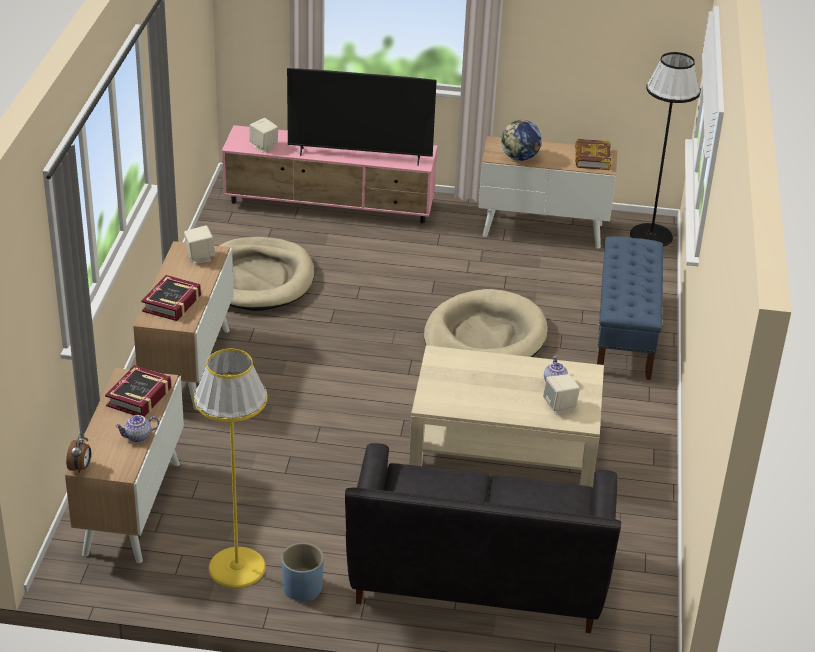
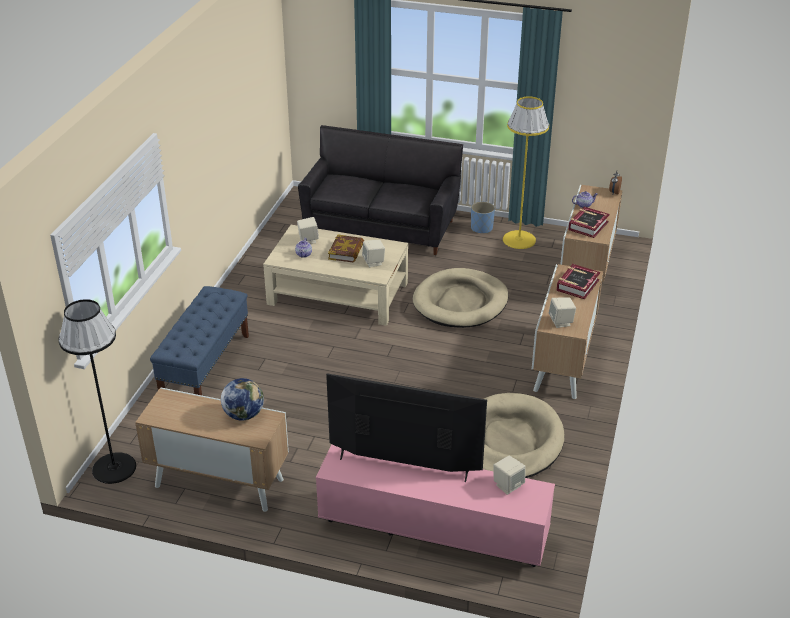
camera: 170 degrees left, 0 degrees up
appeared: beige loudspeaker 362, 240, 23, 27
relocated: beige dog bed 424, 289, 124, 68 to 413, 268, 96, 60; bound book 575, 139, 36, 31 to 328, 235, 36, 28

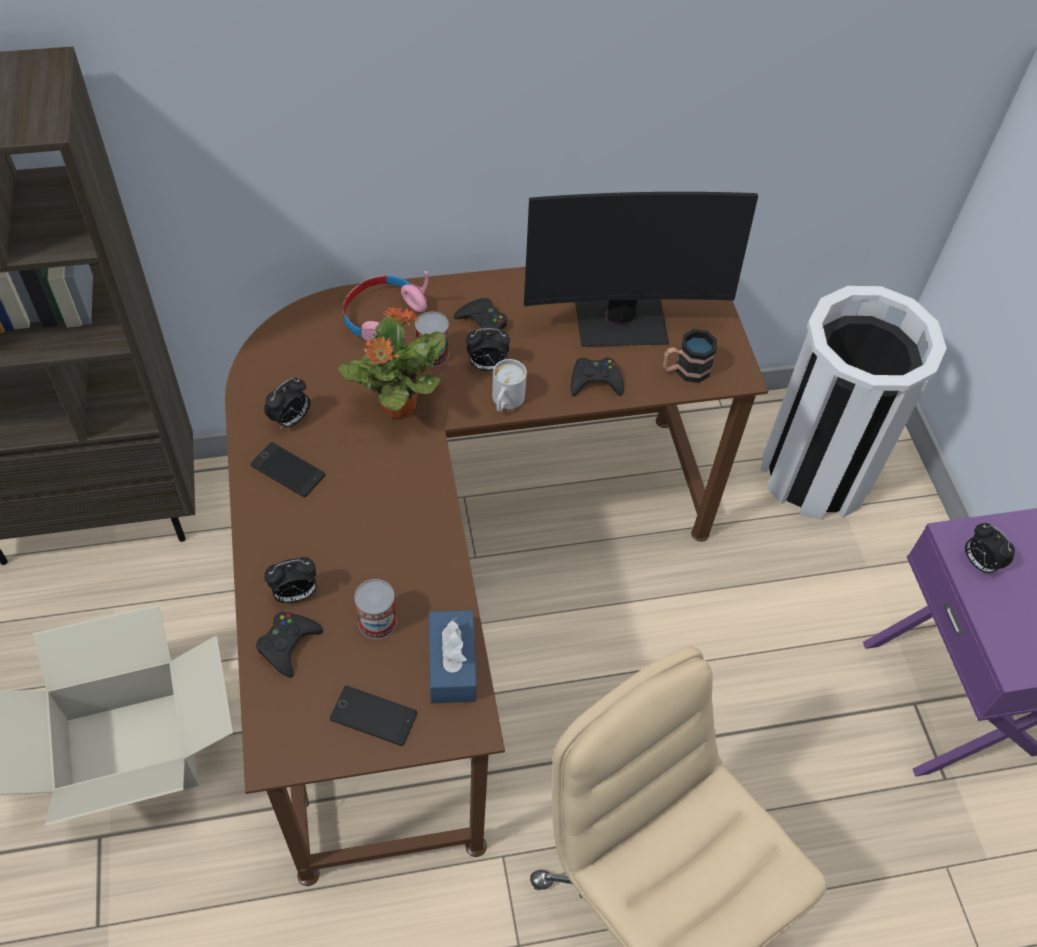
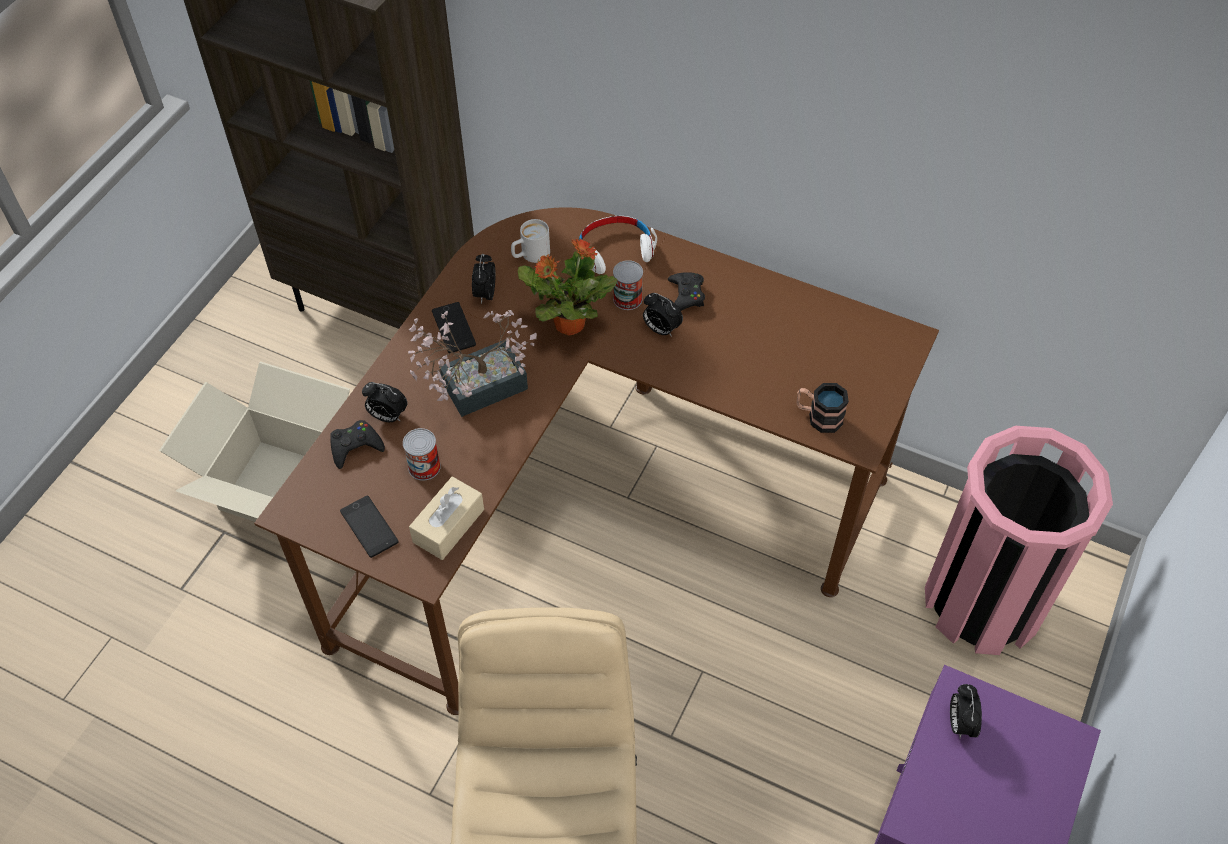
camera: 40 degrees right, 0 degrees up
missing: computer screen 524, 192, 234, 155; blackish gamepad 570, 358, 54, 38
appeared: potted plant 408, 310, 129, 107
relocated: white-coloured tea mug 492, 359, 35, 53 to 511, 219, 39, 44
colour: pink headset 343, 271, 86, 70 to white-coloured headset 579, 216, 78, 58; blue tissue holder 429, 610, 47, 93 to beige tissue holder 409, 477, 75, 83; white-coloured trash can 761, 286, 186, 234 to pink trash can 925, 426, 188, 229
spun: table clock 264, 378, 46, 51 = 472, 254, 23, 50 105 degrees clockwise

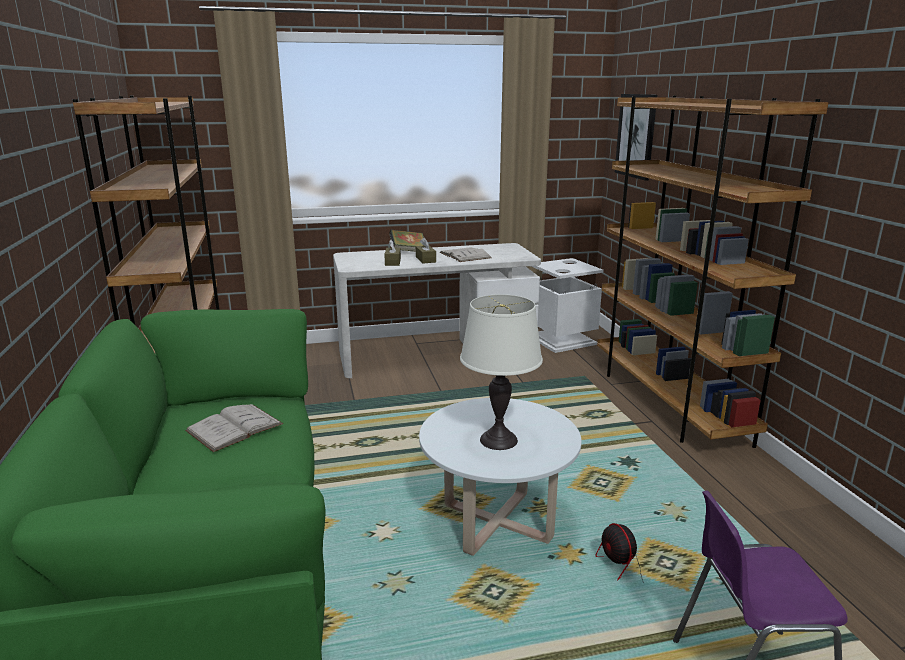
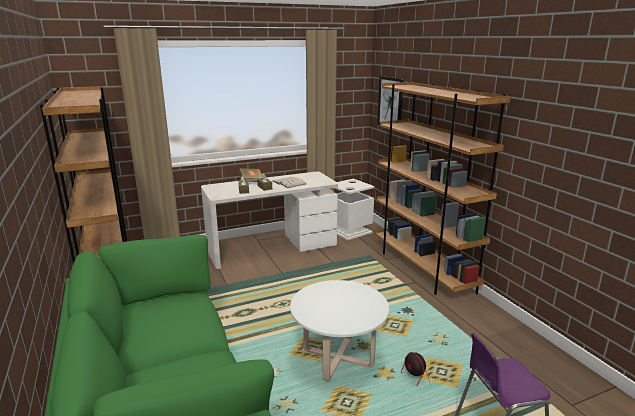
camera: 10 degrees left, 0 degrees up
missing: white-coloured bound book 185, 404, 98, 48; white-coloured lamp for a table 460, 294, 83, 156

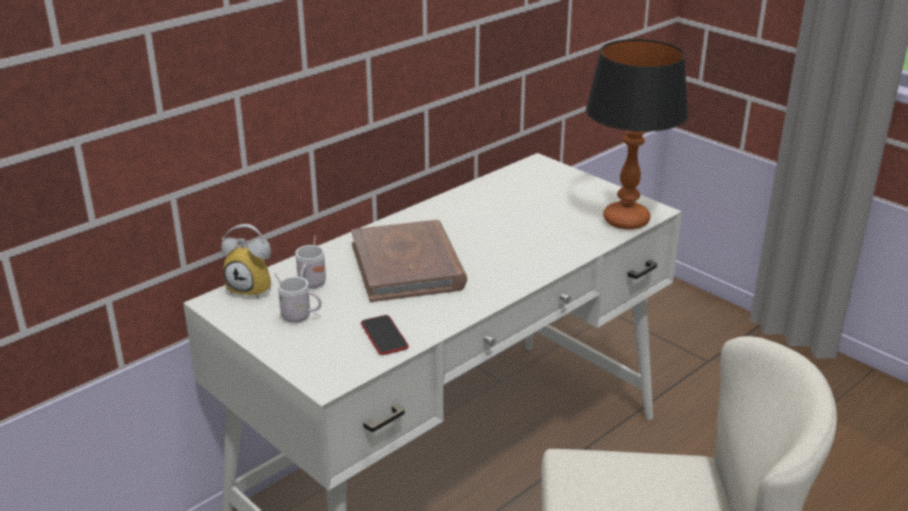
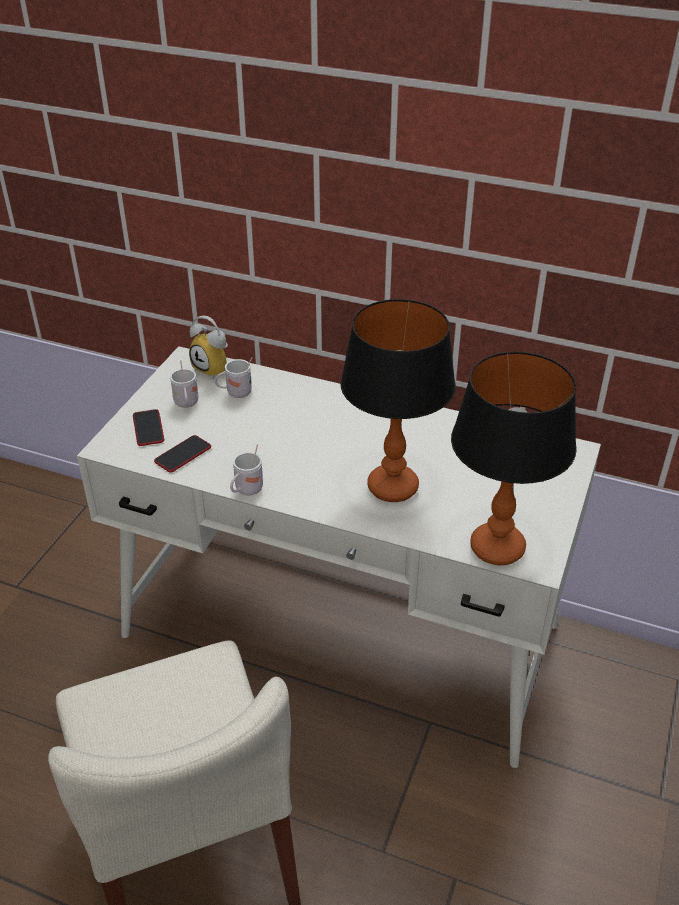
camera: 65 degrees right, 10 degrees up
missing: brownish bound book 351, 220, 116, 82
appeared: phone 133, 409, 31, 37; white-coloured tea mug 230, 444, 33, 51; lamp for a table 340, 299, 116, 203
spun: table clock 221, 224, 50, 75 = 189, 316, 39, 63 45 degrees counterclockwise

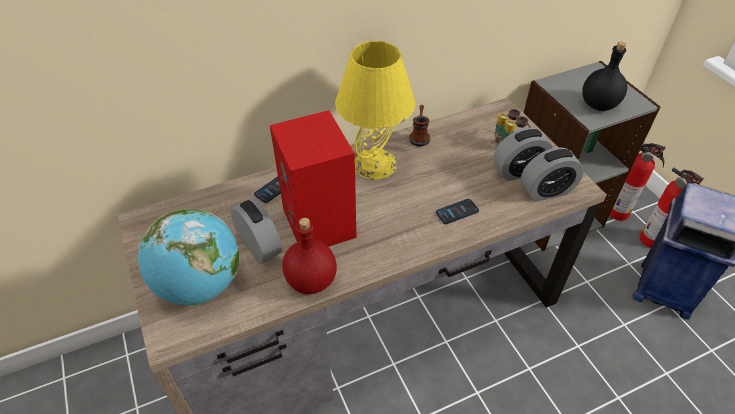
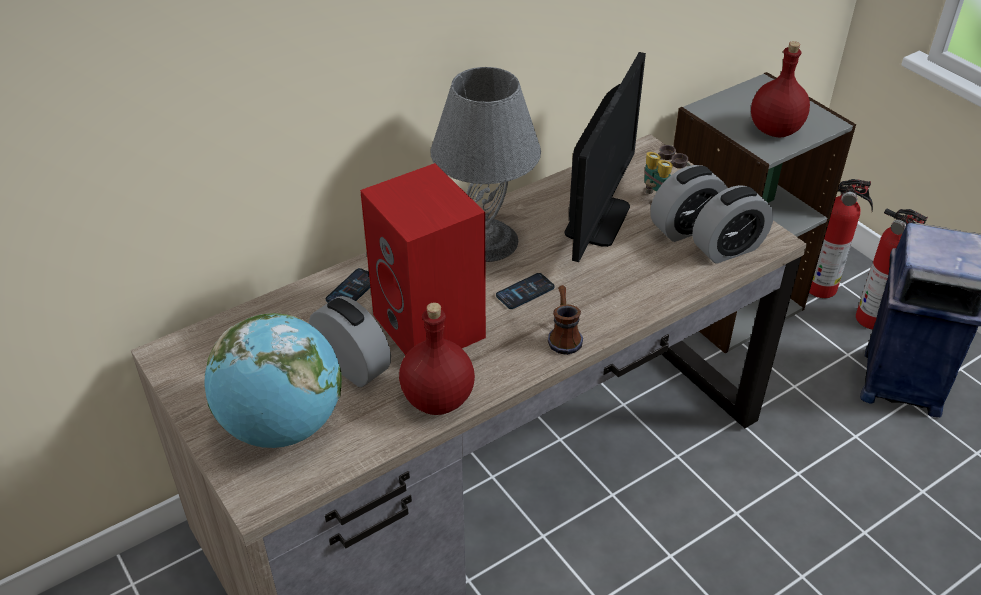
camera: 10 degrees left, 5 degrees down
appeared: computer screen 564, 52, 82, 210
relocated: tea mug 409, 105, 22, 42 to 548, 285, 35, 70; phone 436, 199, 43, 25 to 496, 273, 59, 36
colour: yellow-coloured lamp for a table 335, 41, 80, 139 to gray lamp for a table 430, 67, 111, 195; blackish beverage bottle 582, 42, 45, 69 to red-coloured beverage bottle 751, 41, 59, 96

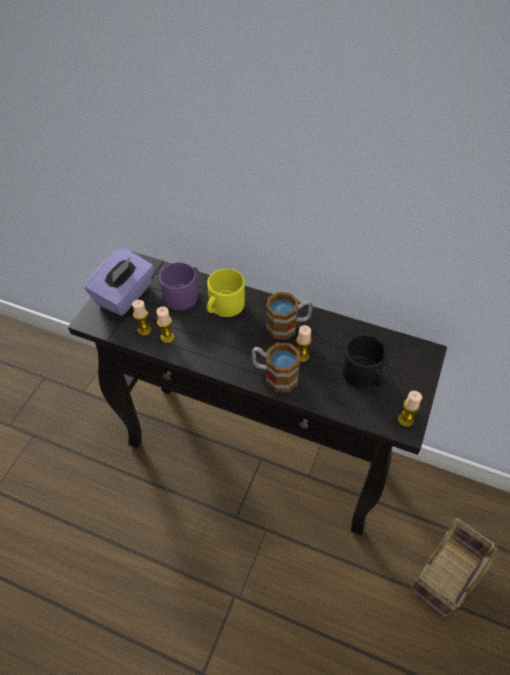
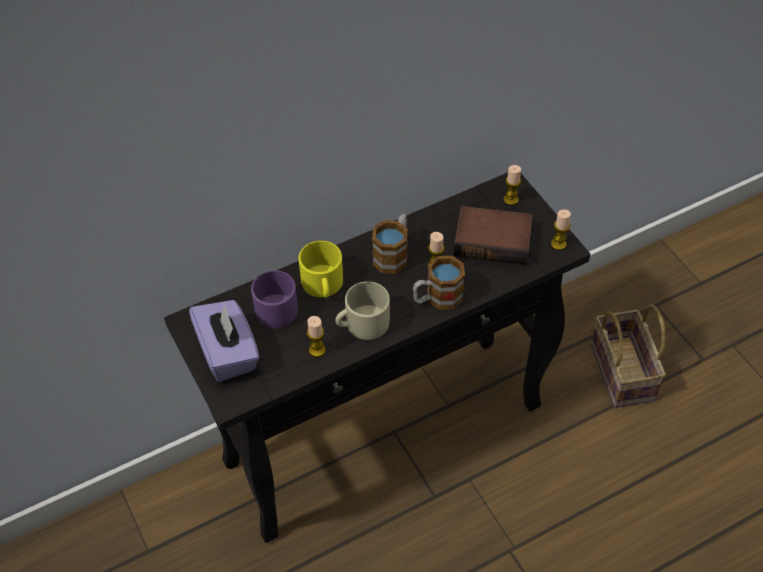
camera: 50 degrees left, 0 degrees up
appeared: beige tea mug 335, 281, 55, 59
relocated: wax candle 132, 300, 19, 36 to 504, 165, 17, 40
exchanged: blackish tea mug 342, 335, 44, 53 to bound book 454, 206, 78, 59

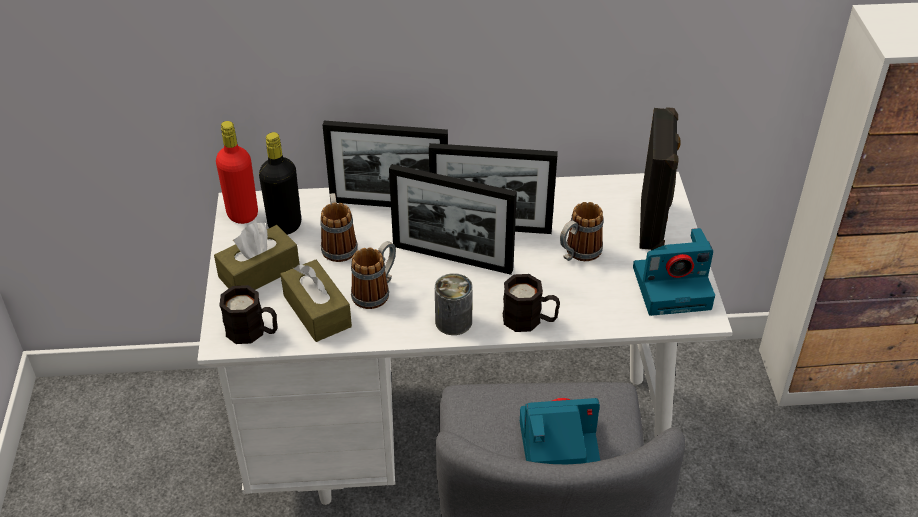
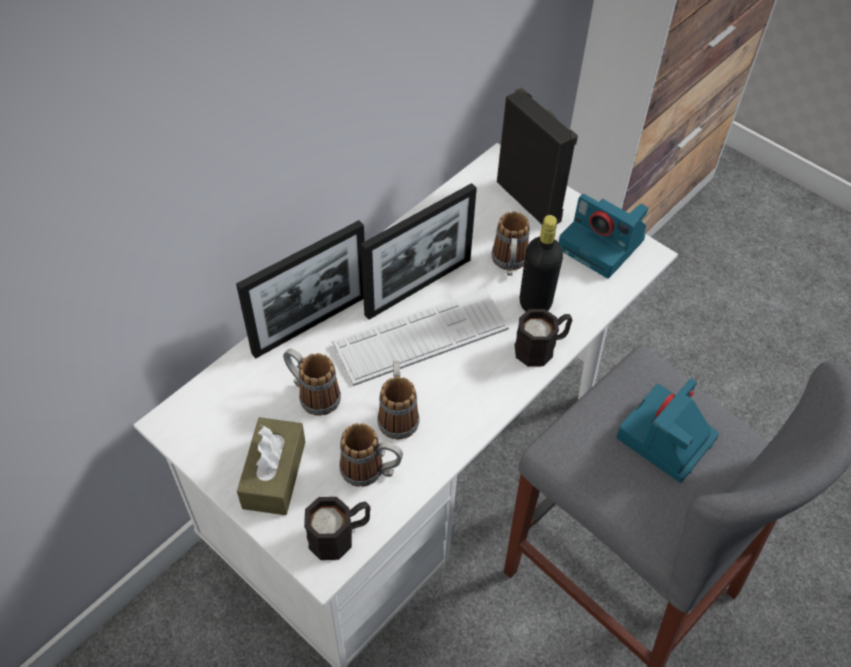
camera: 45 degrees left, 10 degrees up
missing: red-coloured beverage bottle 216, 121, 42, 103; metal can 435, 273, 38, 62
relocated: blackish beverage bottle 259, 132, 42, 103 to 519, 215, 44, 96
exchanged: brownish tissue holder 280, 260, 72, 82 to tea mug 339, 423, 64, 64; picture frame 389, 164, 128, 111 to keyboard 332, 288, 177, 98
spun: still camera 633, 228, 82, 88 = 559, 194, 89, 84 90 degrees clockwise

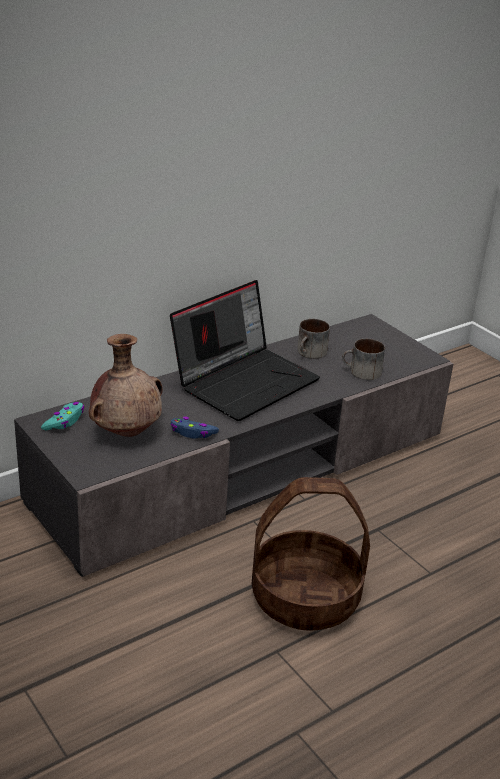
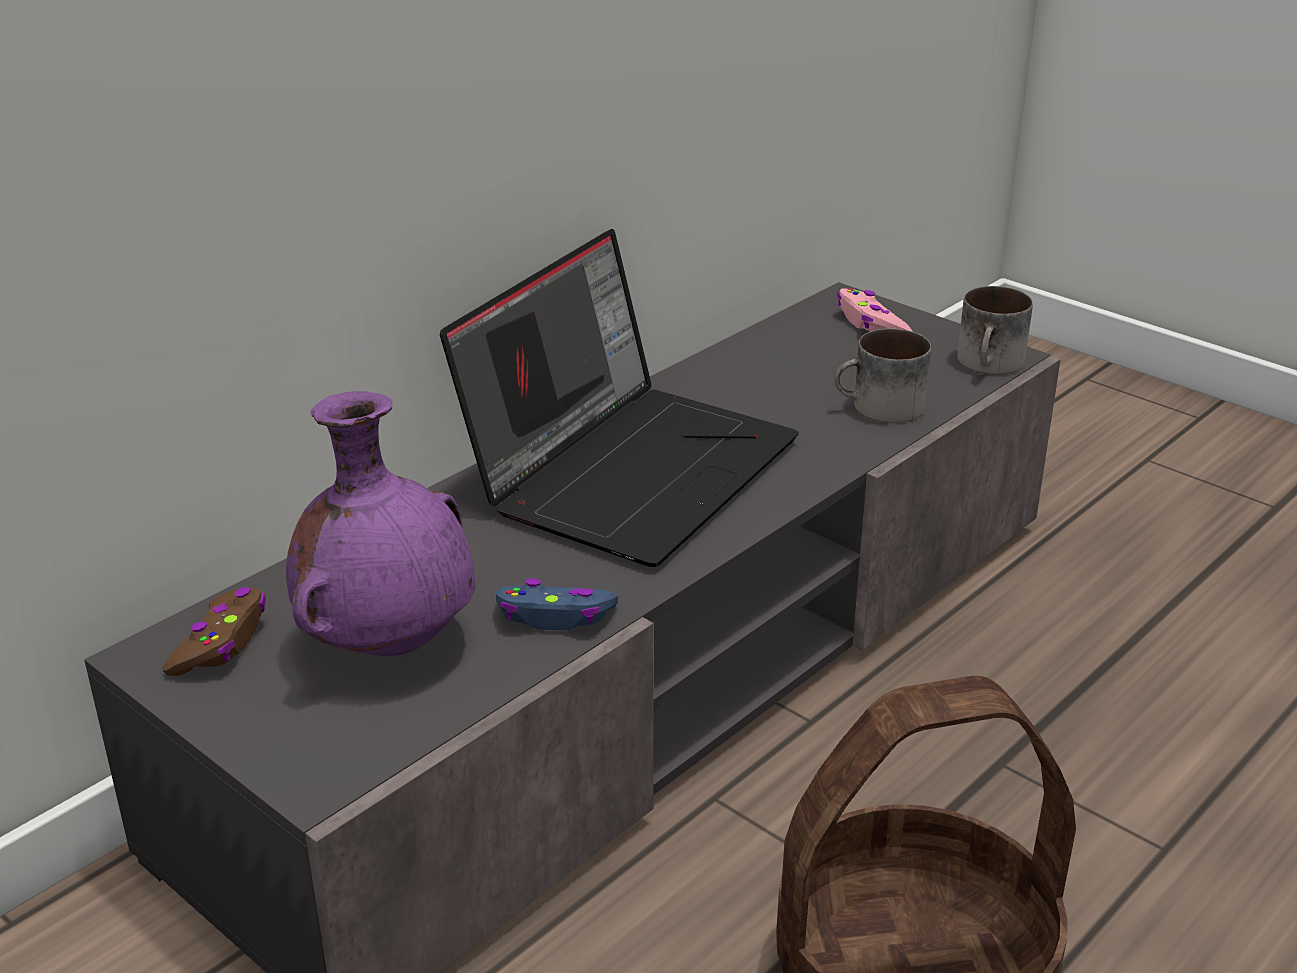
camera: 10 degrees left, 0 degrees up
appeared: pink gamepad 837, 288, 75, 43
relocated: tea mug 297, 319, 33, 40 to 957, 286, 76, 89
colour: blue-green gamepad 41, 402, 43, 28 to brownish gamepad 162, 587, 104, 89; brownish decorative vase 89, 334, 74, 103 to purplish decorative vase 286, 391, 190, 265

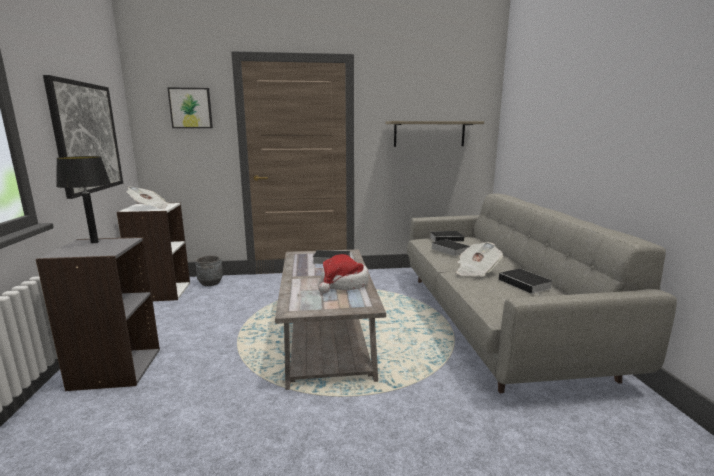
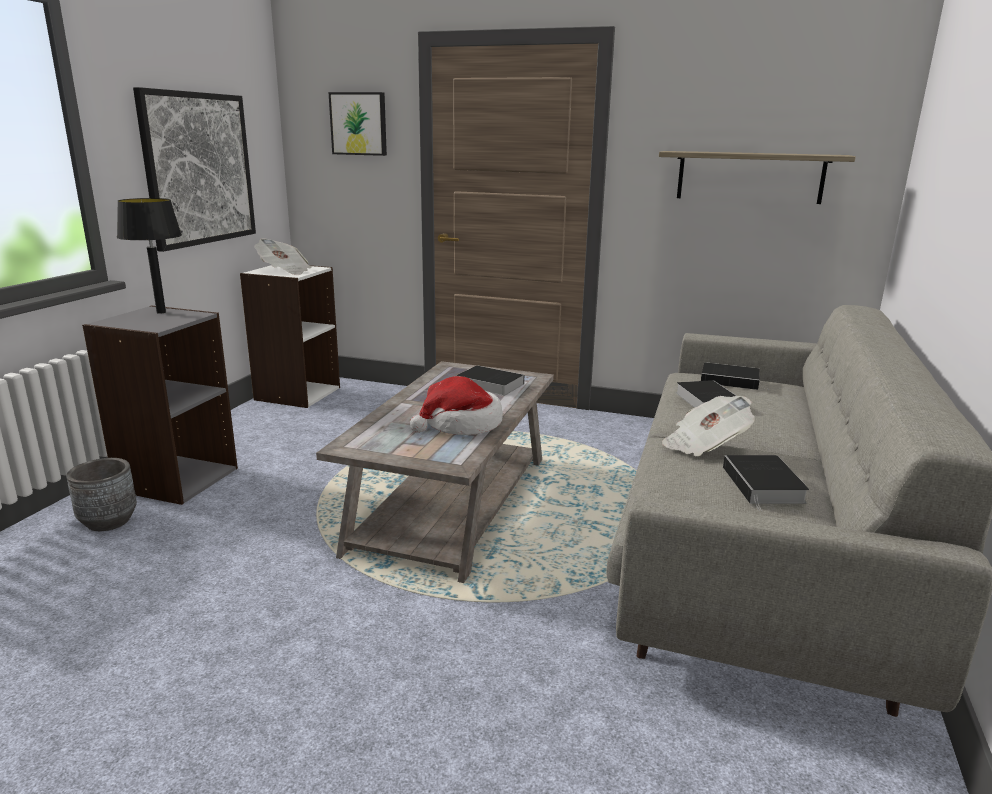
camera: 25 degrees right, 5 degrees up
relocated: gray plant pot 195, 255, 28, 31 to 66, 458, 71, 73

